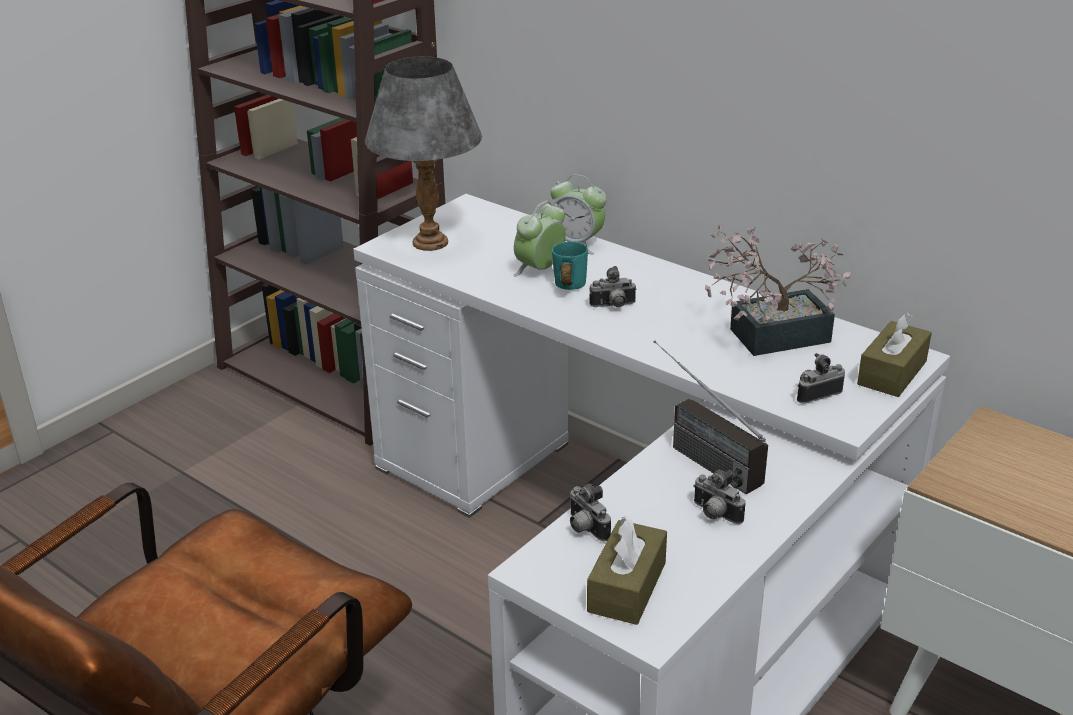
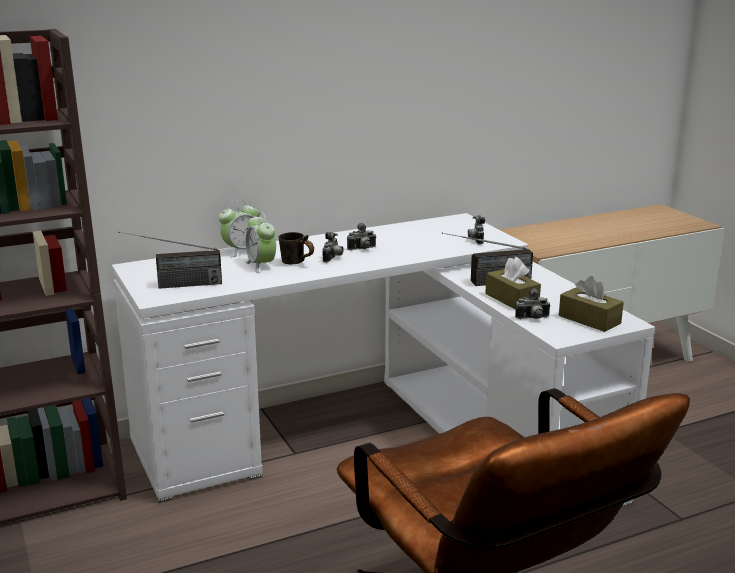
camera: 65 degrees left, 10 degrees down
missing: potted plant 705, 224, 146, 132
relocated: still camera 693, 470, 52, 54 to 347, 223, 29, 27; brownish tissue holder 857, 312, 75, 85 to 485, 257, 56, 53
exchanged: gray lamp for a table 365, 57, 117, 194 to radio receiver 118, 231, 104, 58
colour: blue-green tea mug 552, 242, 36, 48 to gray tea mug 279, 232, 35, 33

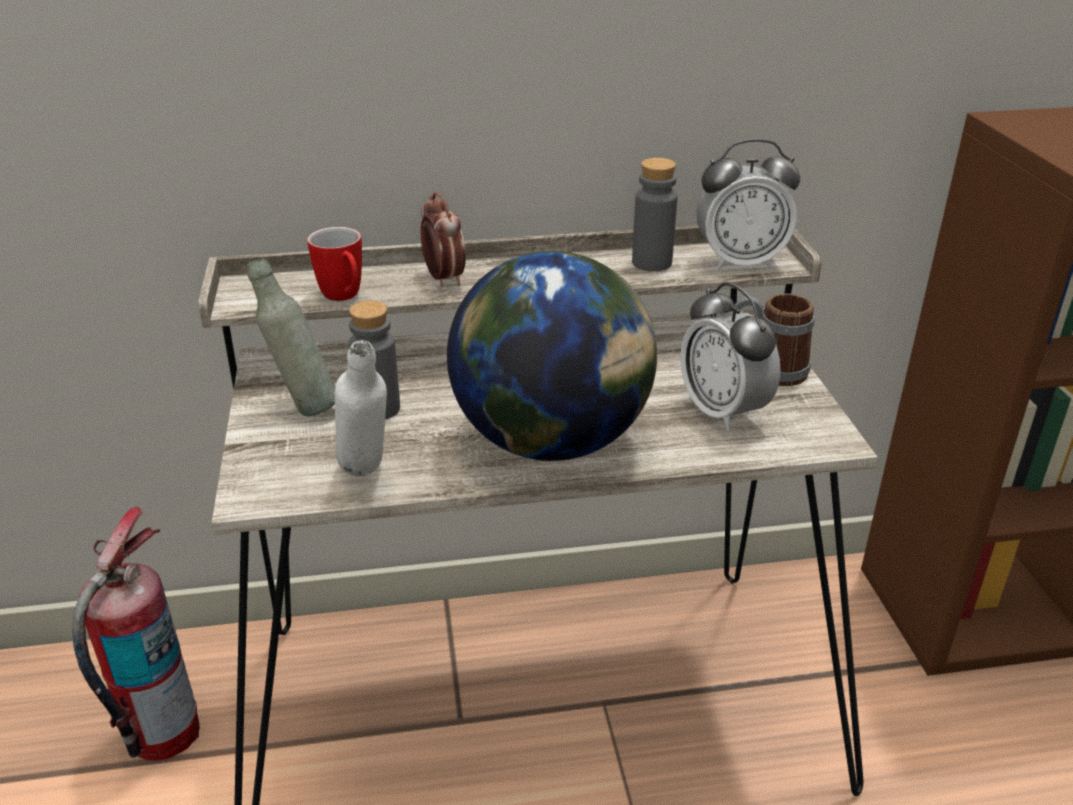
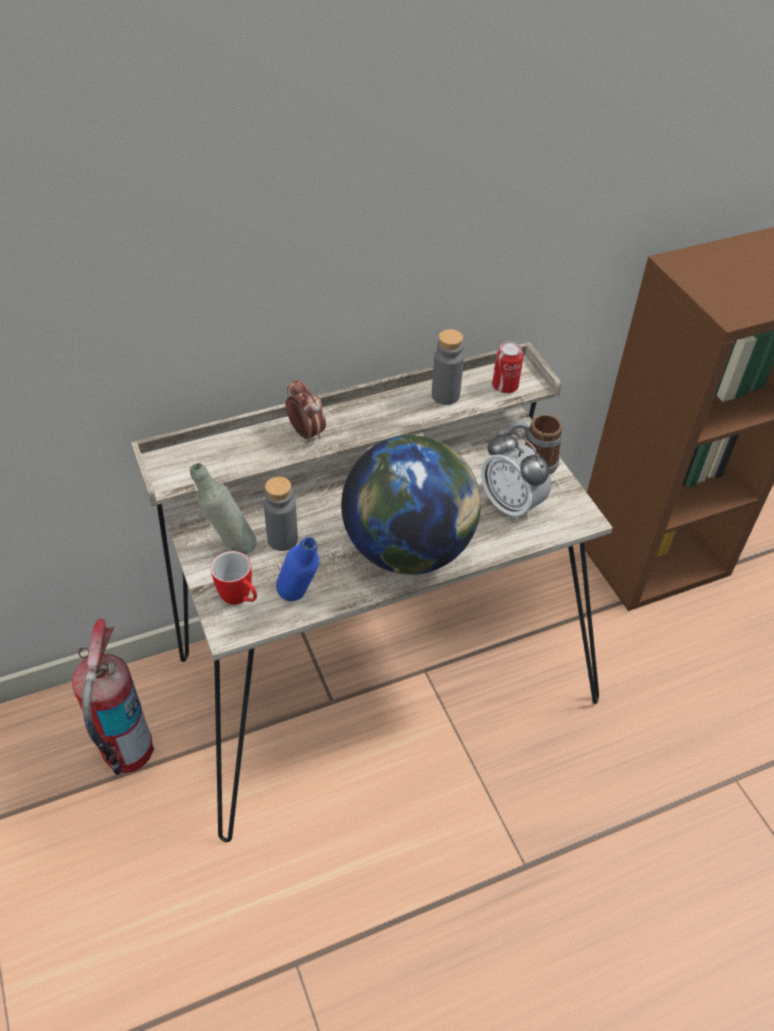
camera: 15 degrees left, 15 degrees up
relocated: tea mug 307, 227, 55, 74 to 211, 551, 46, 54
exchanged: table clock 696, 139, 104, 131 to metal can 492, 341, 32, 52
colour: white-coloured beverage bottle 334, 340, 53, 136 to blue beverage bottle 276, 537, 43, 64

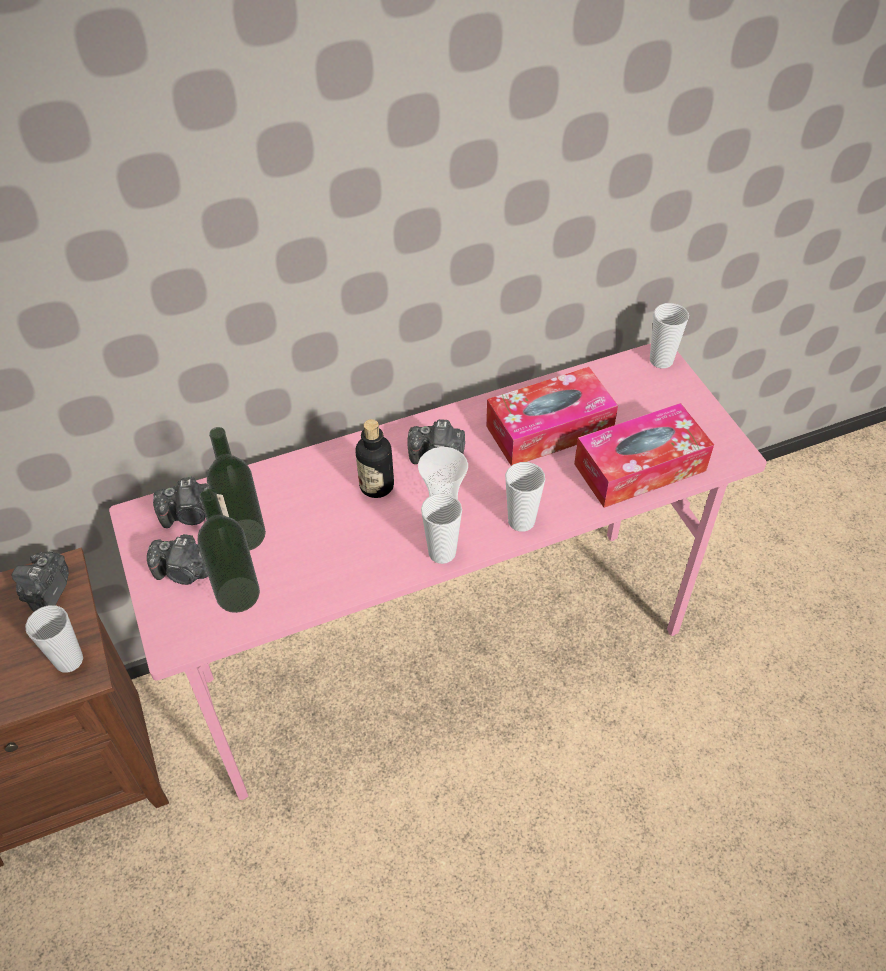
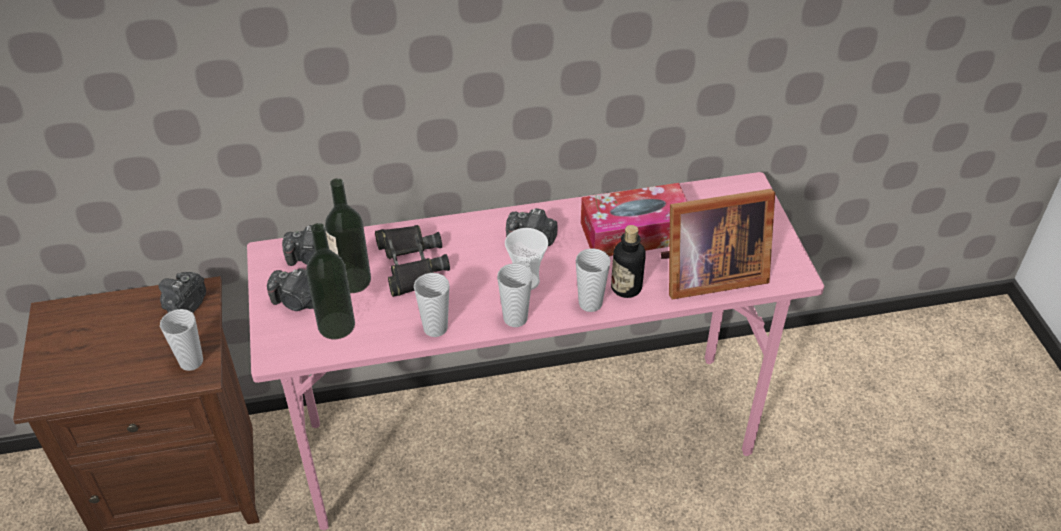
camera: 10 degrees right, 5 degrees down
appeared: blackish pair of binoculars 375, 225, 75, 72
relocated: beverage bottle 355, 419, 39, 79 to 611, 225, 35, 73; cup 650, 303, 39, 65 to 414, 273, 35, 64
exchanged: tissue holder 574, 403, 140, 105 to picture frame 661, 189, 114, 110

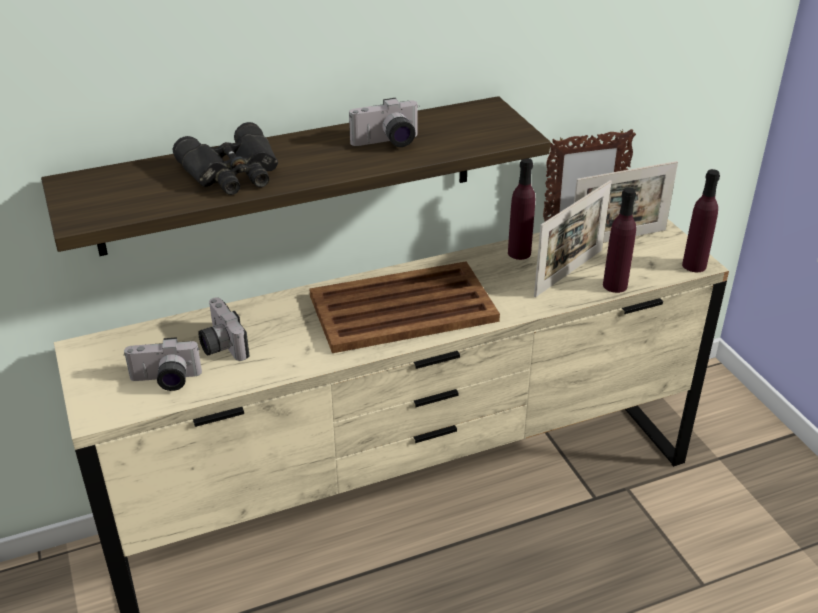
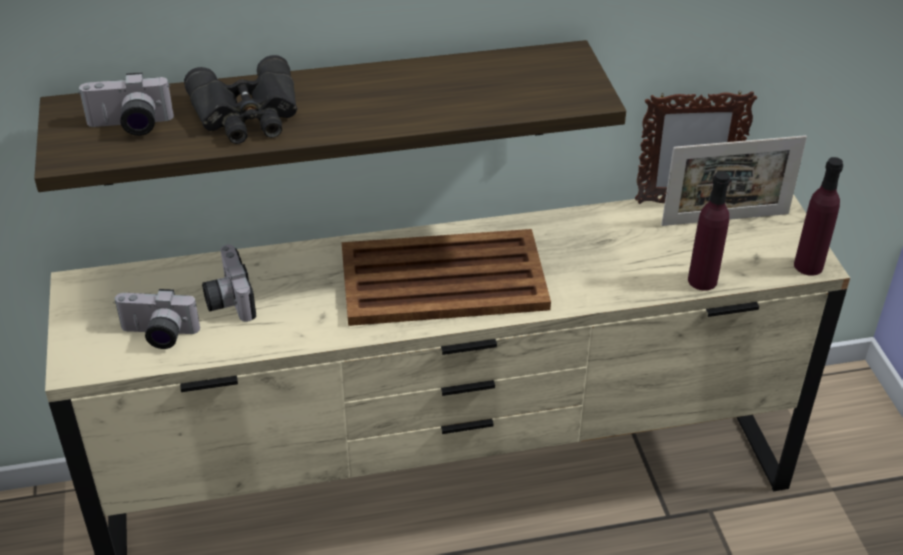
camera: 10 degrees right, 5 degrees up
missing: purplish beverage bottle 508, 158, 27, 102; picture frame 534, 180, 78, 117
relocated: still camera 349, 98, 71, 49 to 78, 72, 96, 64

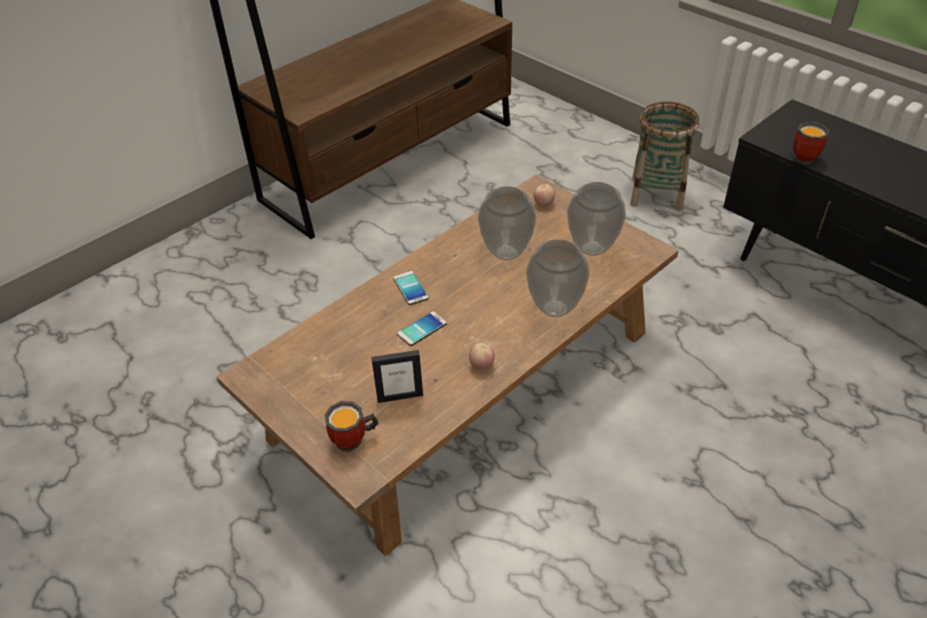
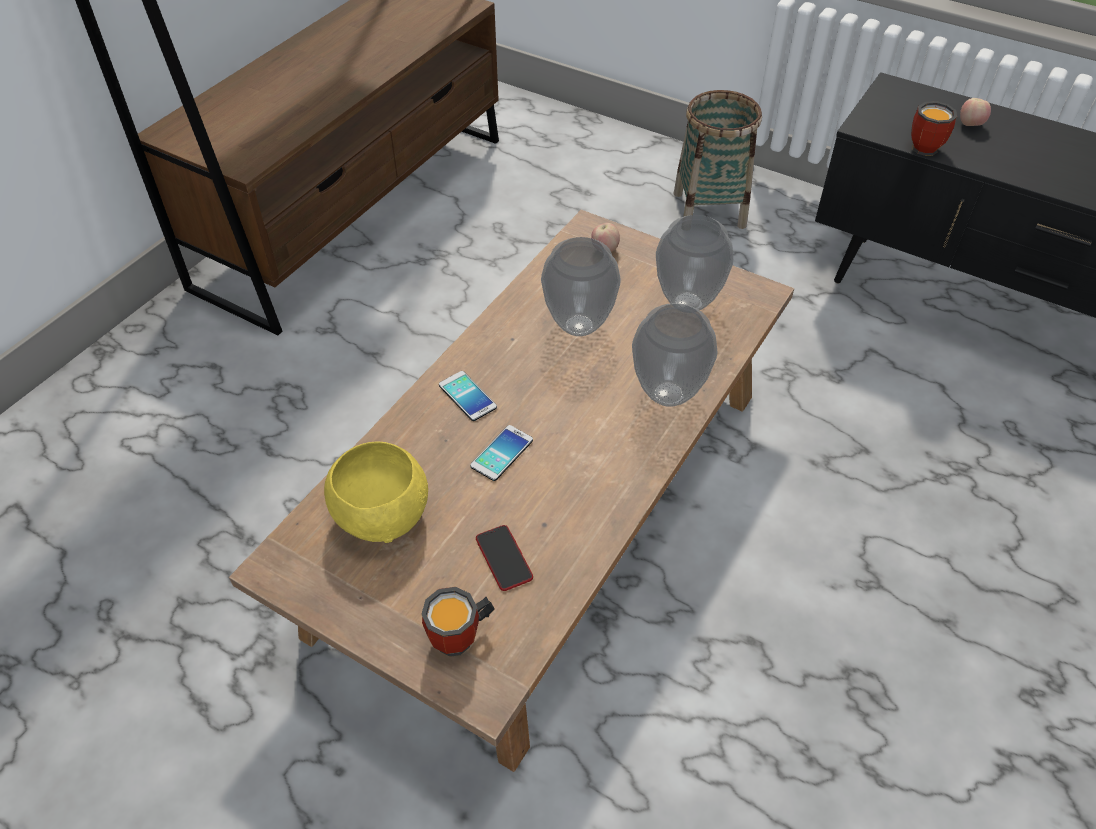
camera: 15 degrees left, 5 degrees up
appeared: yellow-coloured bowl 324, 441, 104, 102
relocated: whole apple 469, 343, 26, 26 to 960, 98, 31, 28
exchanged: picture frame 371, 350, 52, 53 to phone 476, 525, 57, 66

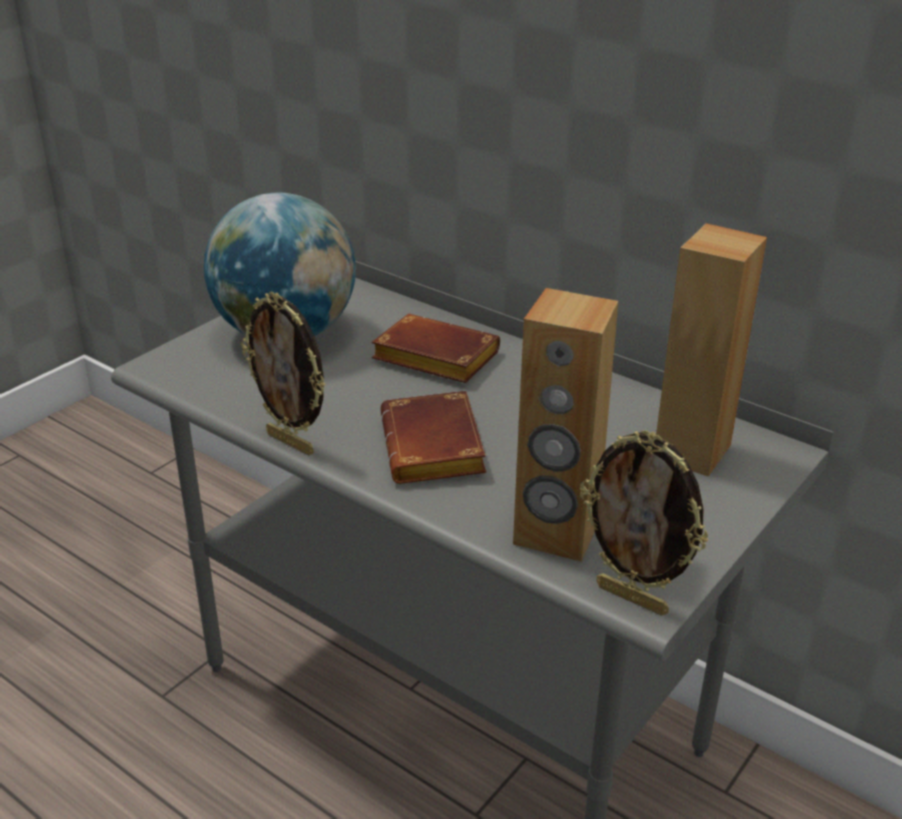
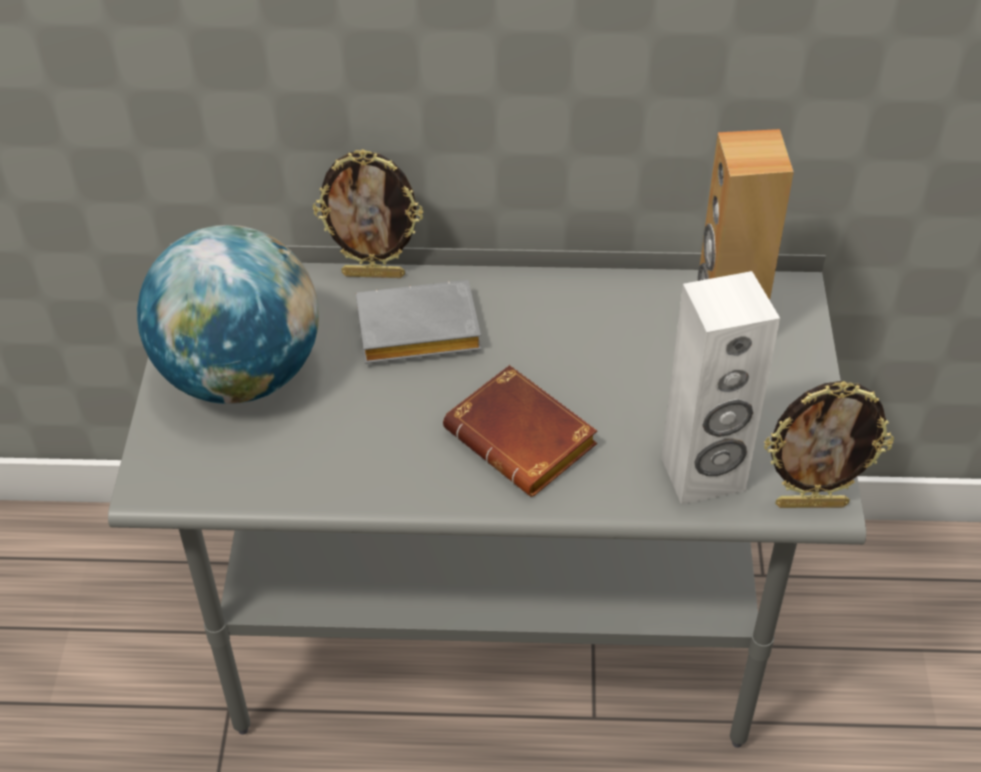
camera: 35 degrees left, 15 degrees up
relocated: picture frame 241, 292, 85, 163 to 313, 149, 110, 129
colour: brownish bound book 372, 314, 128, 69 to gray bound book 356, 280, 126, 84; brownish loudspeaker 513, 288, 105, 274 to white-coloured loudspeaker 661, 271, 119, 233

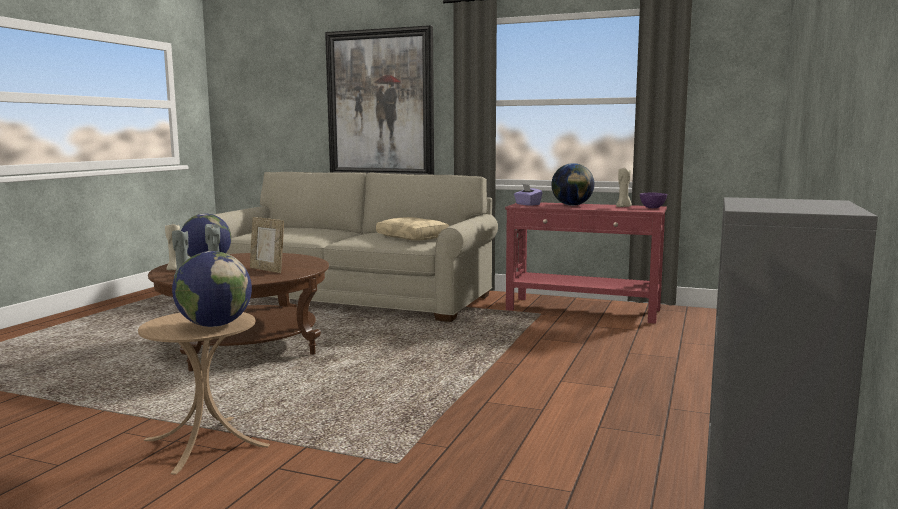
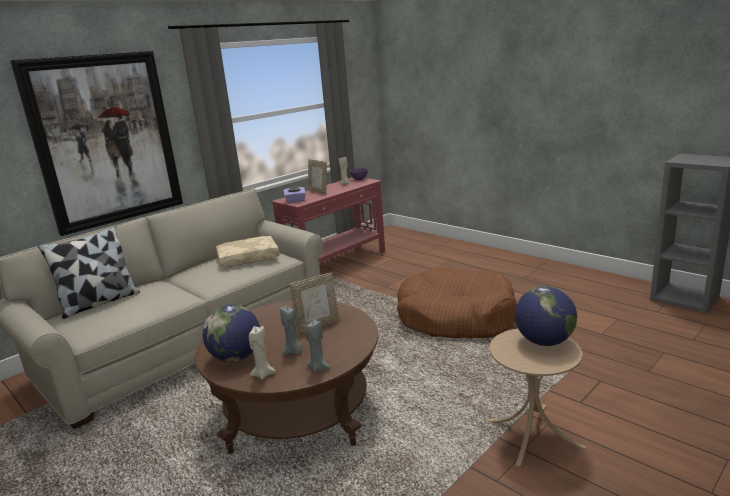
camera: 65 degrees left, 10 degrees up
appeared: cushion 38, 226, 102, 93; brownish dog bed 397, 267, 120, 71
exchanged: world globe 551, 163, 43, 43 to picture frame 308, 159, 19, 36

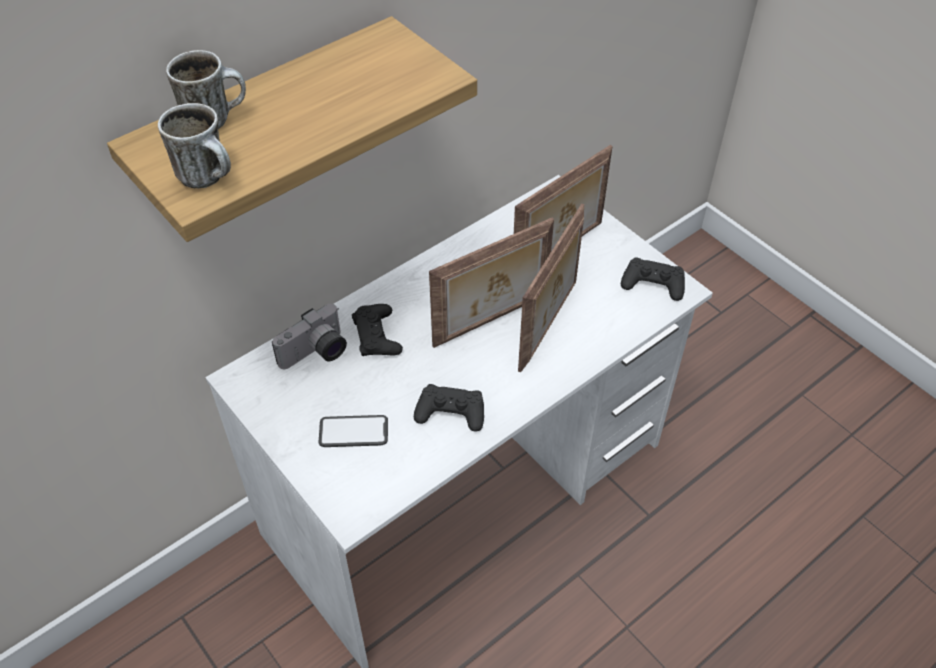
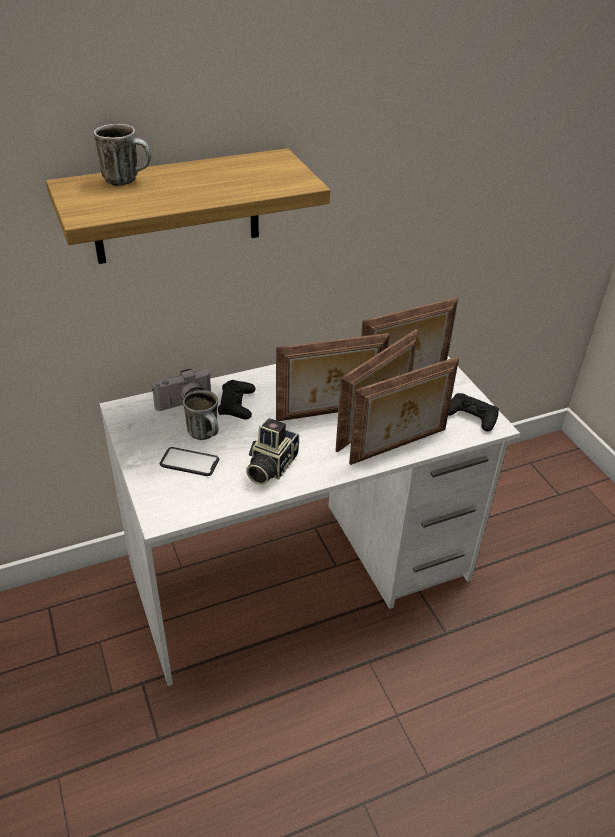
camera: 15 degrees right, 10 degrees down
appeared: picture frame 349, 356, 110, 109
relocated: tea mug 158, 103, 73, 86 to 183, 390, 36, 50
exchanged: blackish gamepad 414, 384, 70, 48 to still camera 246, 418, 53, 67

